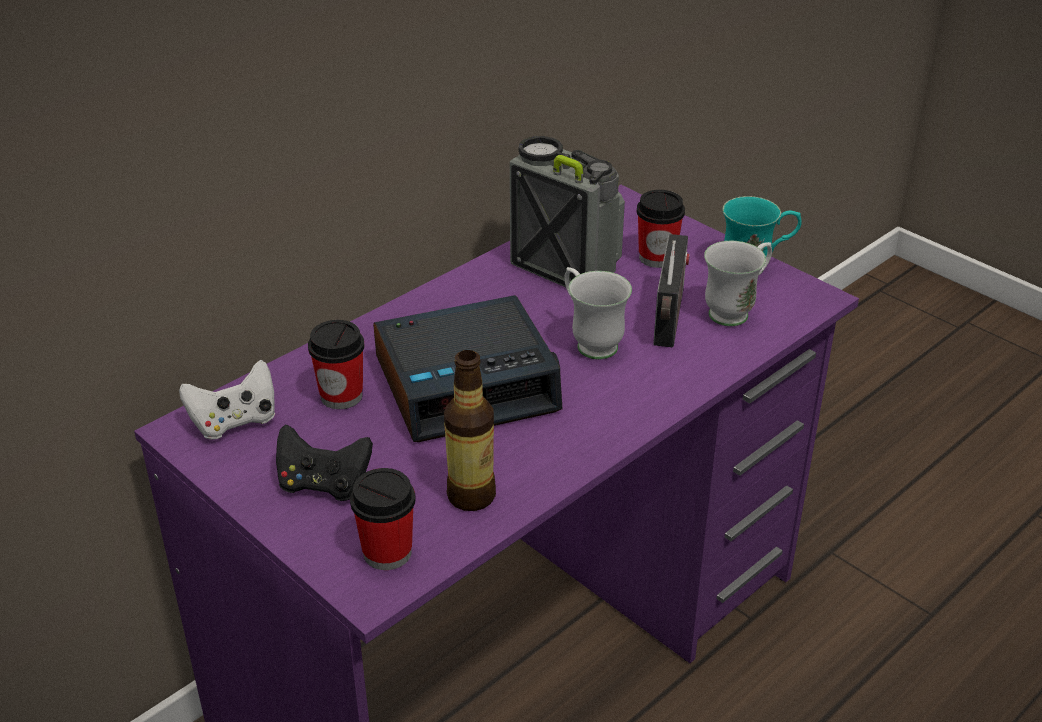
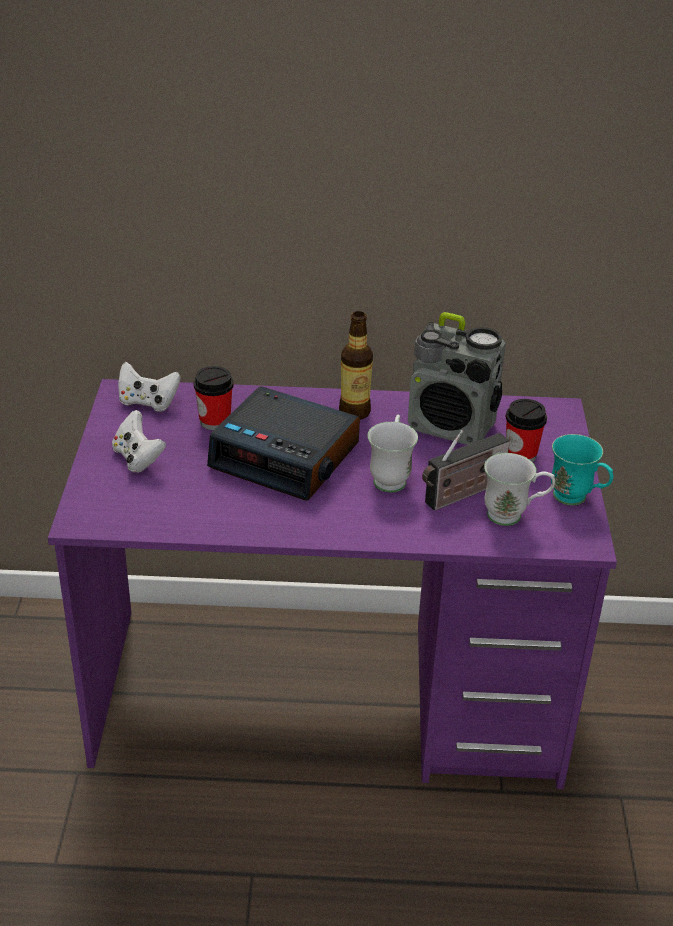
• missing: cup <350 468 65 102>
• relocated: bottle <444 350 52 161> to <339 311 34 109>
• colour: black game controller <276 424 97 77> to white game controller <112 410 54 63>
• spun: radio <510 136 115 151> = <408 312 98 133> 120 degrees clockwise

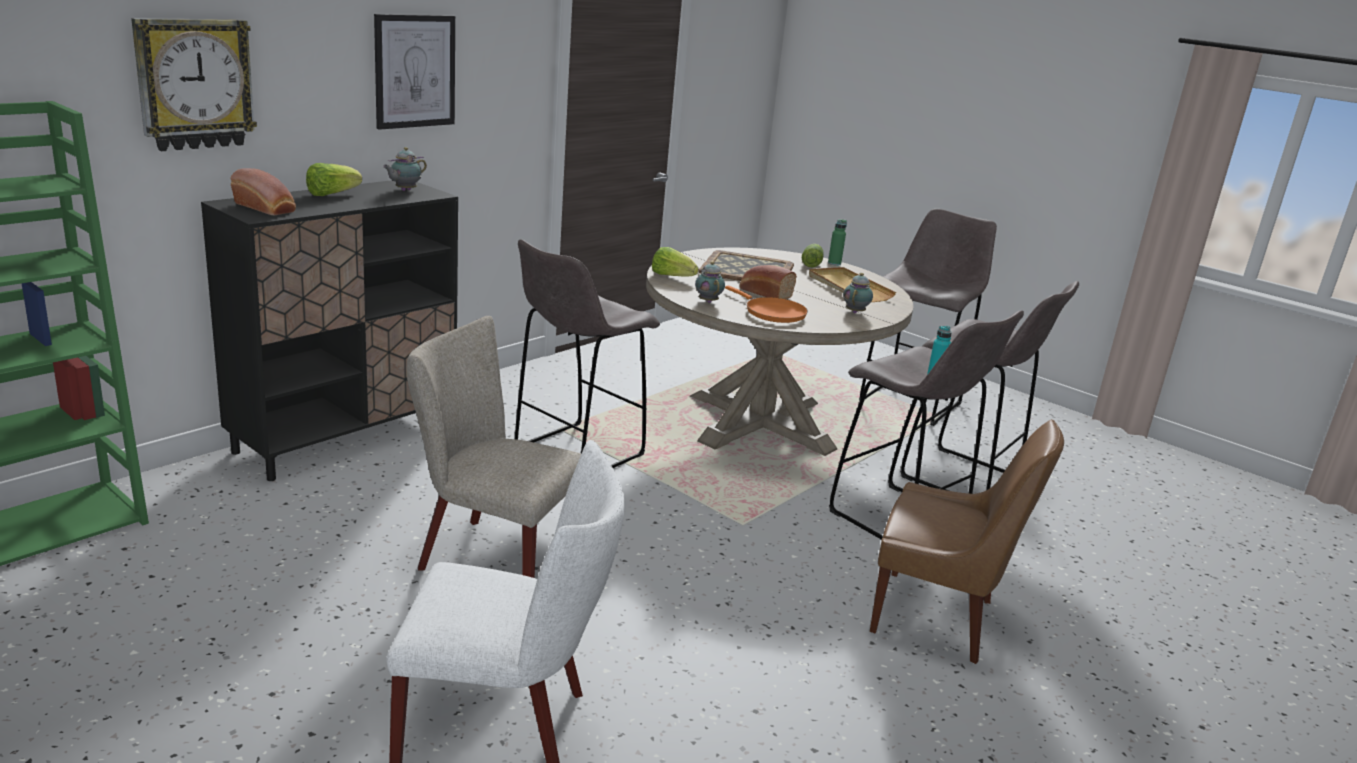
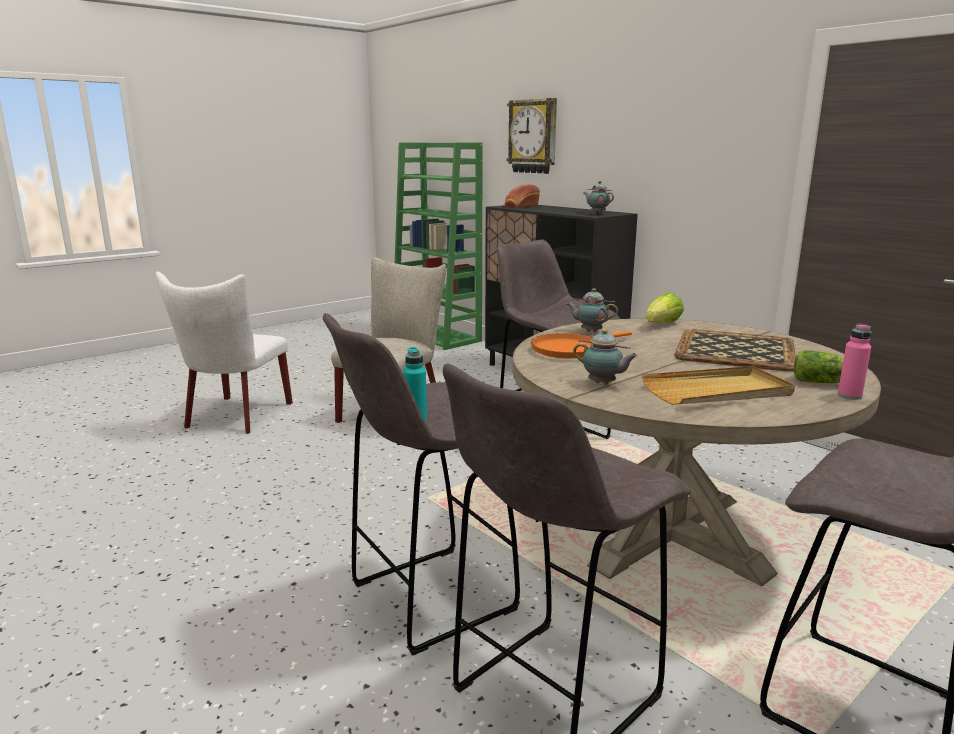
• missing: lettuce <306 163 56 33>
• missing: picture <374 14 81 116>
• missing: bread <739 265 58 34>
• missing: brown chair <870 419 194 245>
• colour: green bottle <828 220 19 46> to pink bottle <838 324 34 76>
• spun: teapot <695 261 30 42> = <566 288 52 44> 150 degrees counterclockwise

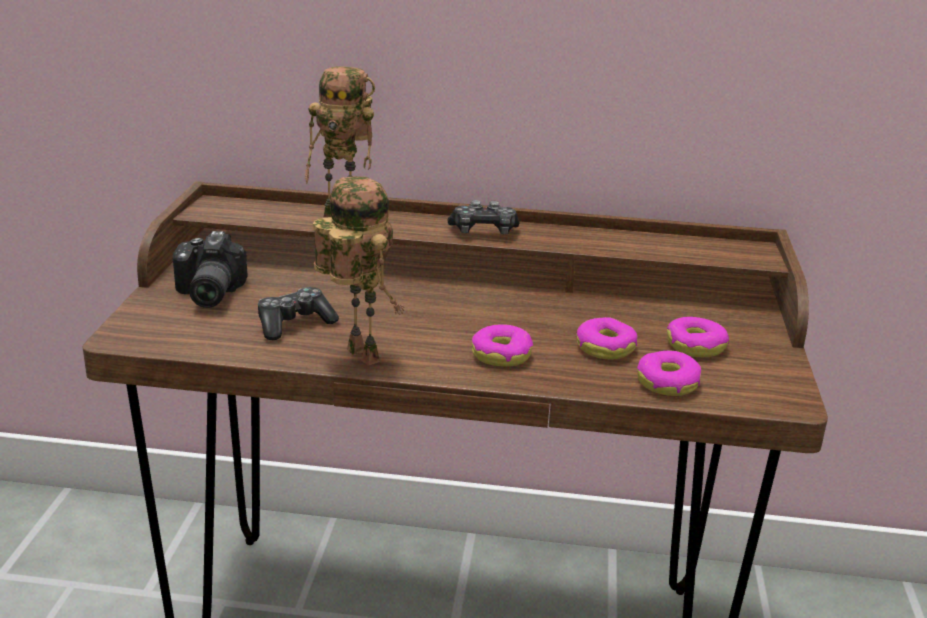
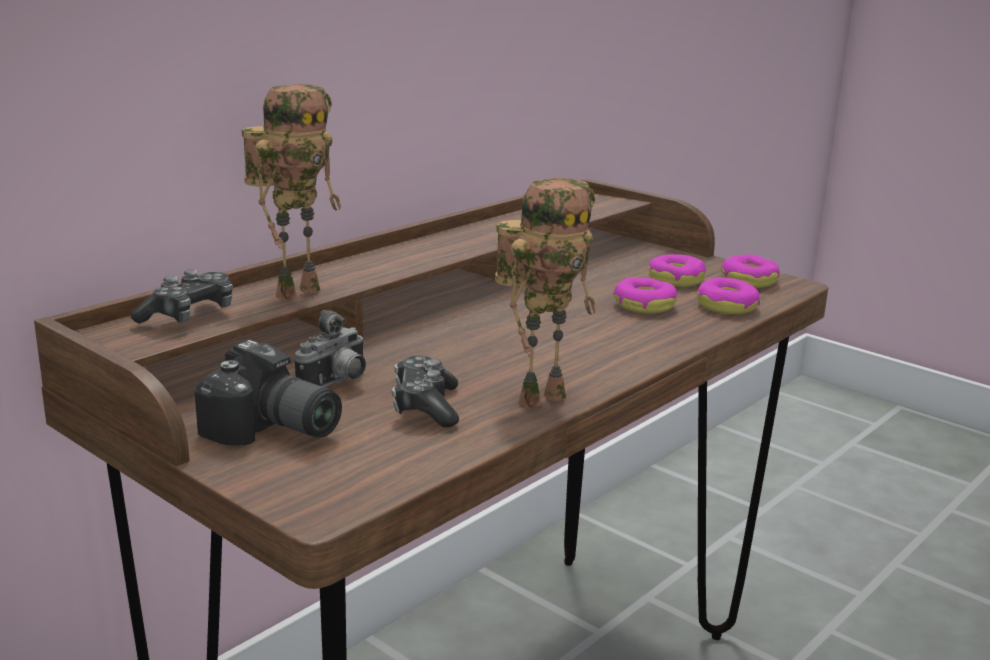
• appeared: photo camera <295 310 71 77>
• relocated: game controller <448 200 72 35> to <131 269 102 55>
• relocated: donut <472 324 61 43> to <721 254 59 34>
• spun: toy robot <313 176 92 190> = <495 178 101 231> 150 degrees clockwise

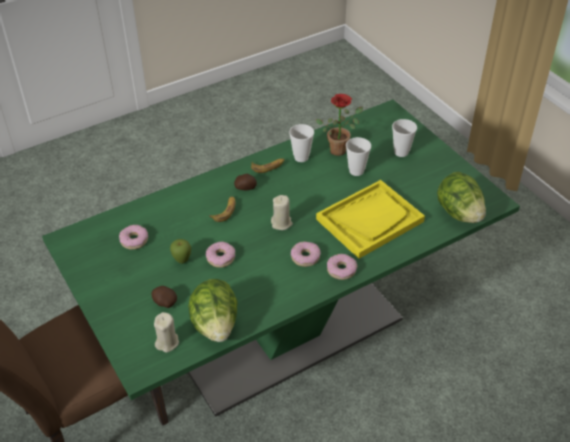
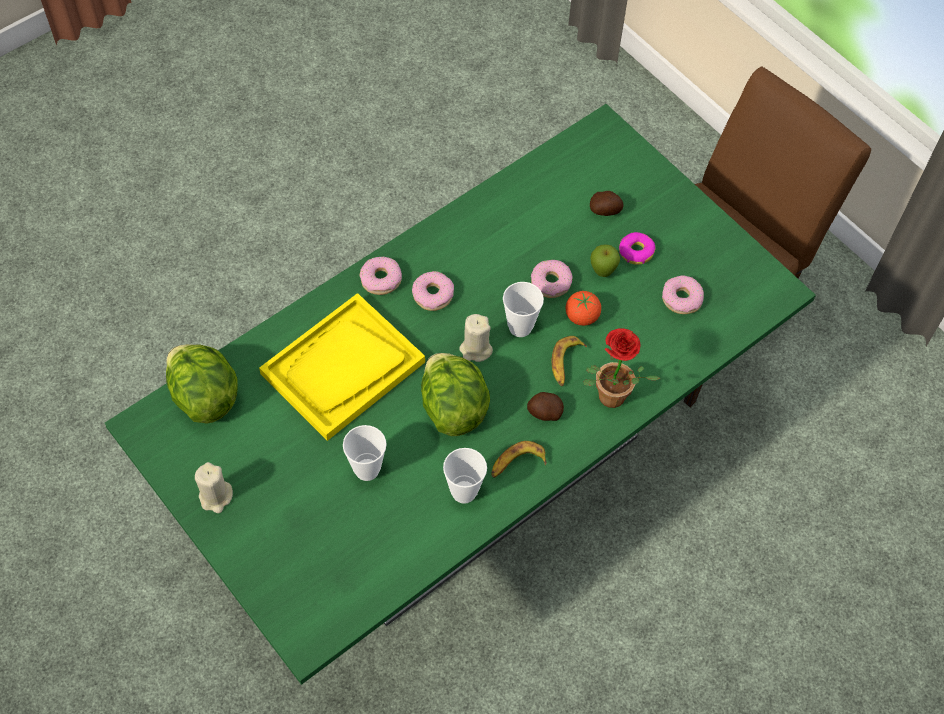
• appeared: tomato <566 291 35 35>
• appeared: donut <619 232 37 33>
• relocated: beige candle <154 312 25 41> to <195 462 38 51>
• relocated: lettuce <188 279 50 63> to <421 353 69 83>
• relocated: potted plant <316 94 47 62> to <584 329 76 79>
• relocated: cup <392 119 25 38> to <503 282 41 55>

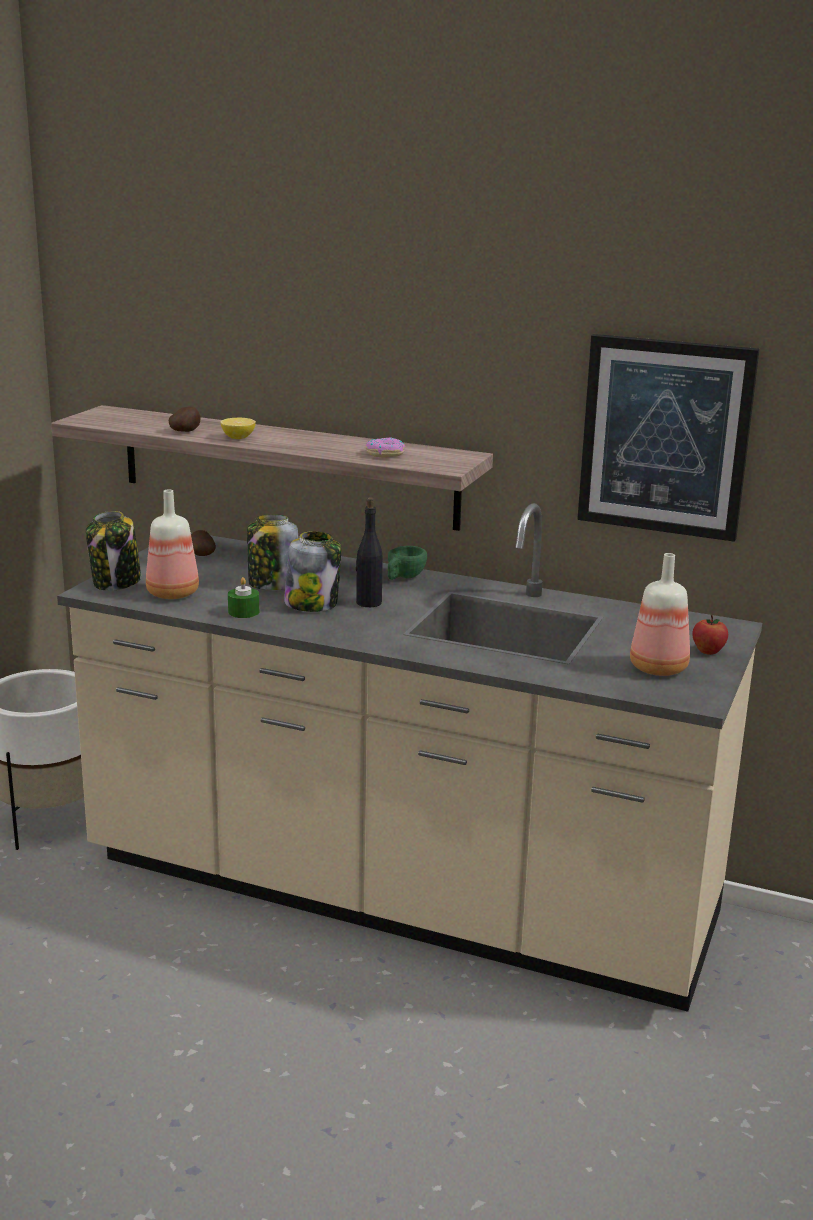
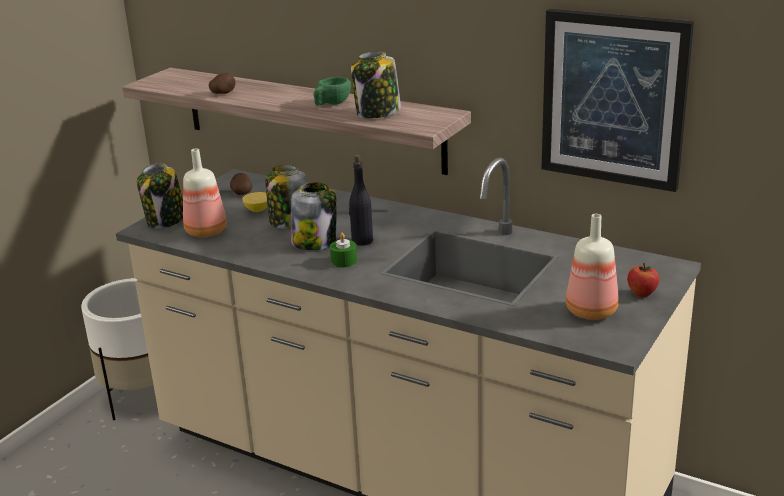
• relocated: lemon <221 418 35 21> to <242 192 26 20>
• relocated: green candle <228 577 31 41> to <330 233 27 34>
• relocated: green cup <388 546 39 34> to <314 77 37 29>
• exchanged: donut <365 438 40 20> to jar <351 51 50 68>

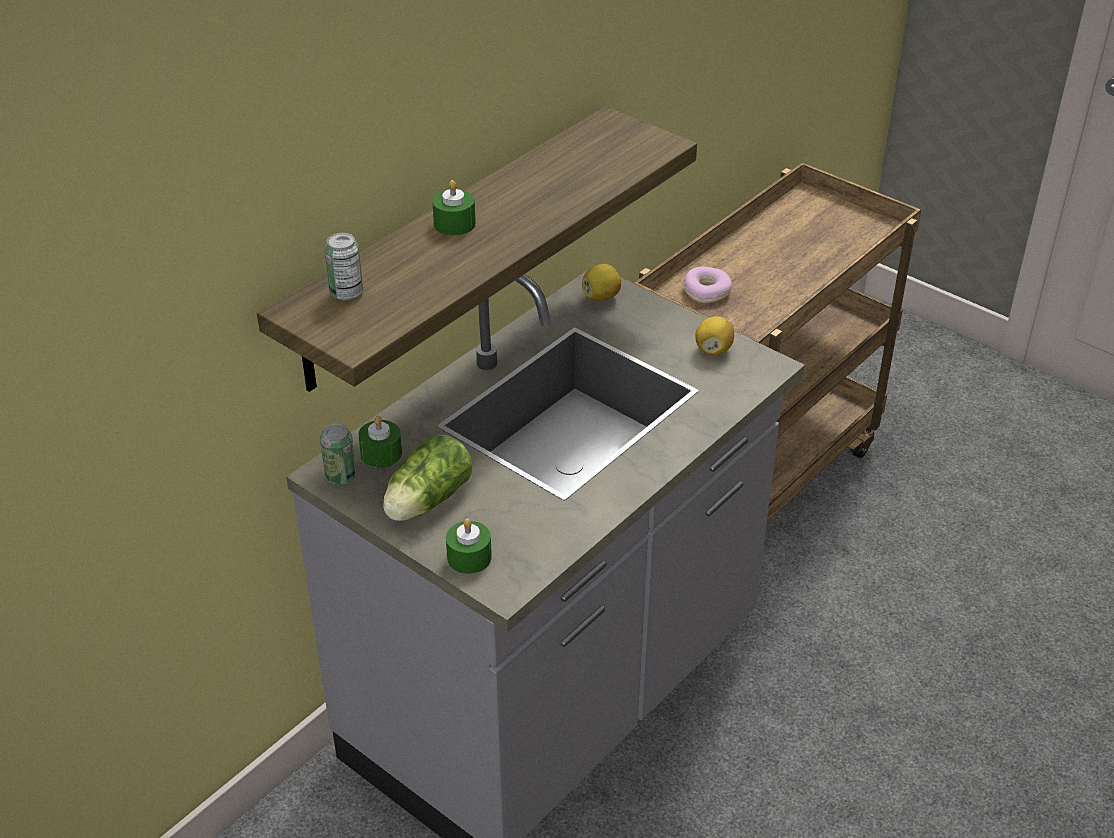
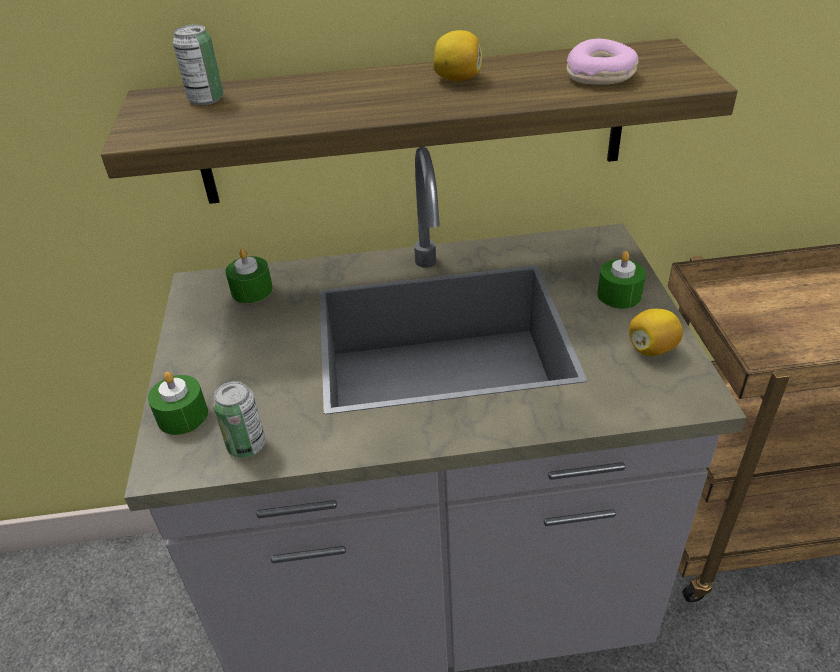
• missing: lettuce <383 435 89 86>
• relocated: can <320 423 36 62> to <213 381 53 77>
• relocated: green candle <432 180 44 56> to <597 251 49 57>
• relocated: lemon <582 264 39 37> to <433 30 49 51>
• relocated: donut <683 267 49 36> to <567 39 72 46>

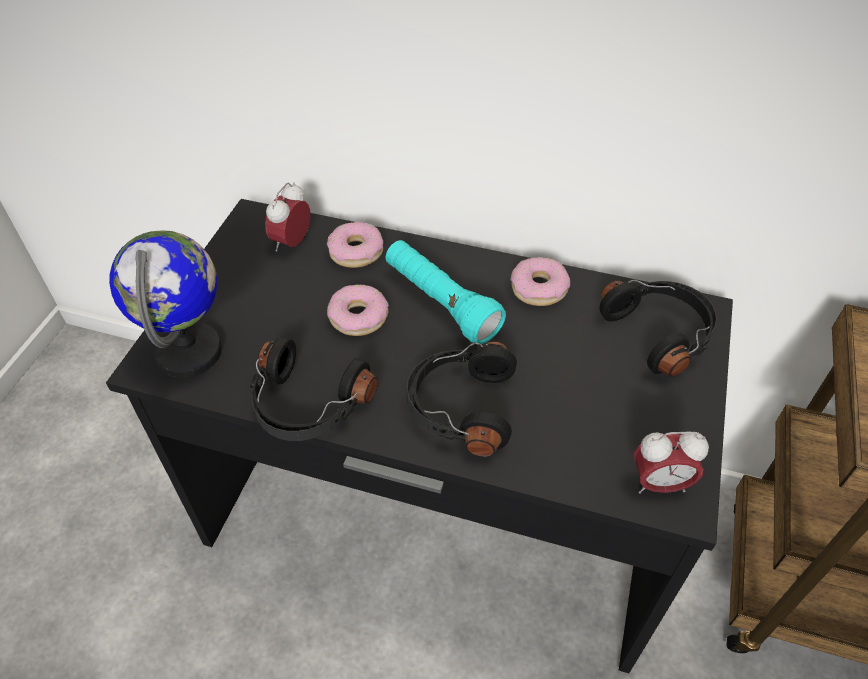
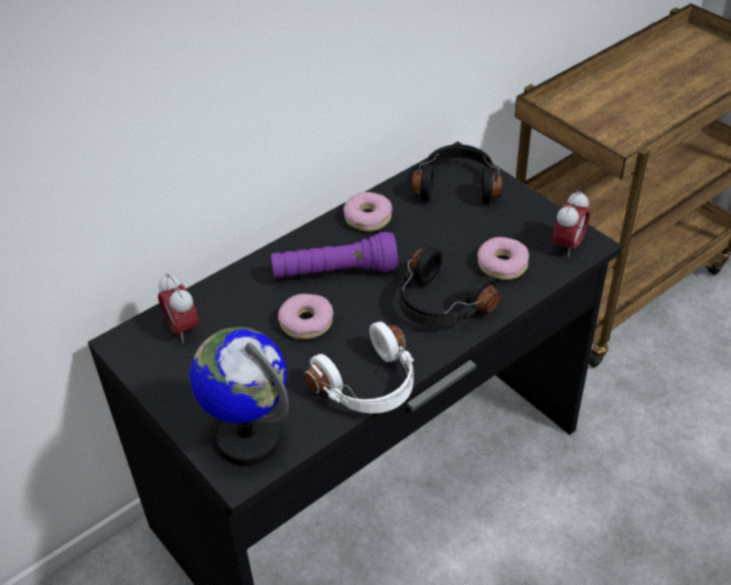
• relocated: donut <327 222 56 46> to <477 237 52 43>
• colour: black headphones <250 336 128 105> to white headphones <304 322 110 91>
• colour: turquoise flashlight <386 240 120 104> to purple flashlight <271 232 127 46>

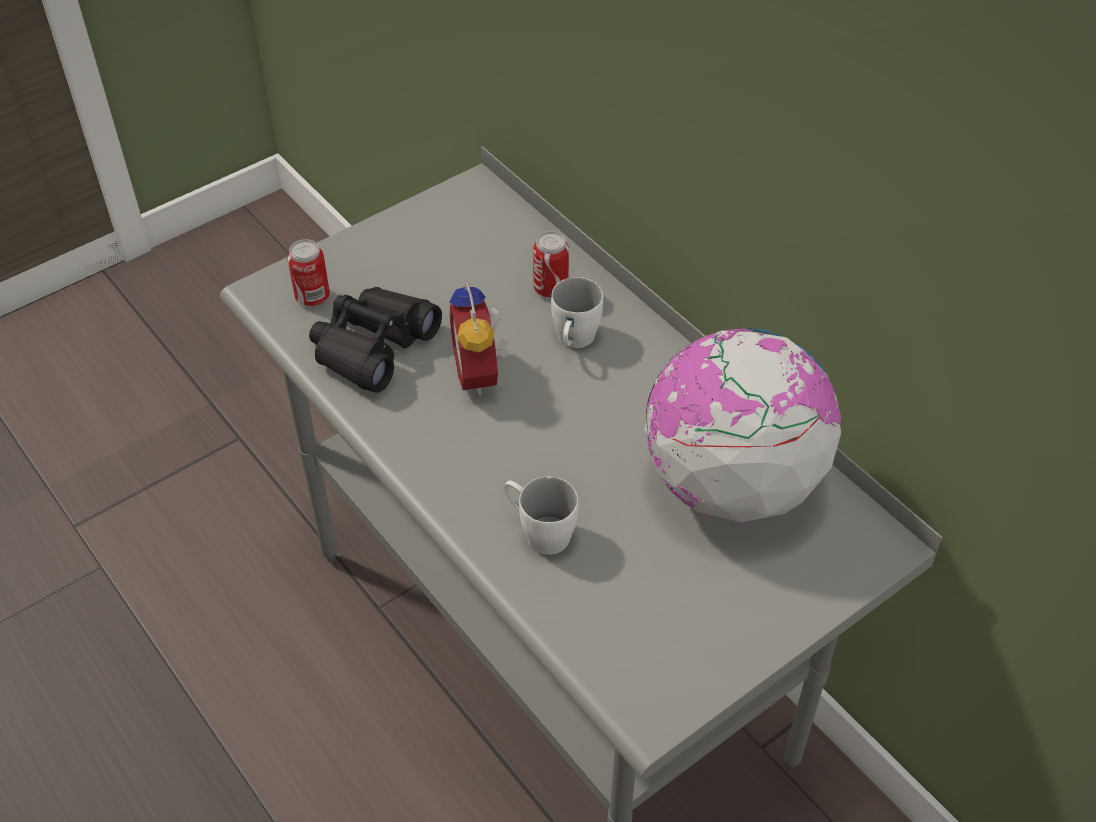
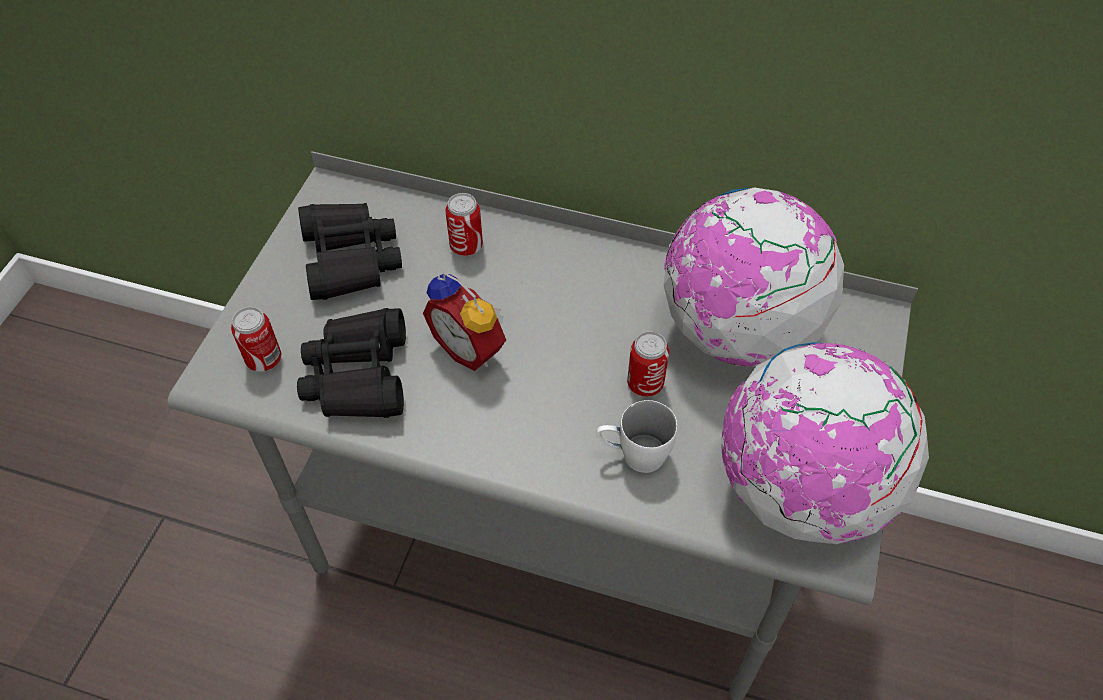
• missing: white mug <551 277 52 71>
• appeared: black binoculars <298 203 104 97>
• appeared: can <627 331 42 66>
• appeared: globe <721 342 208 202>

